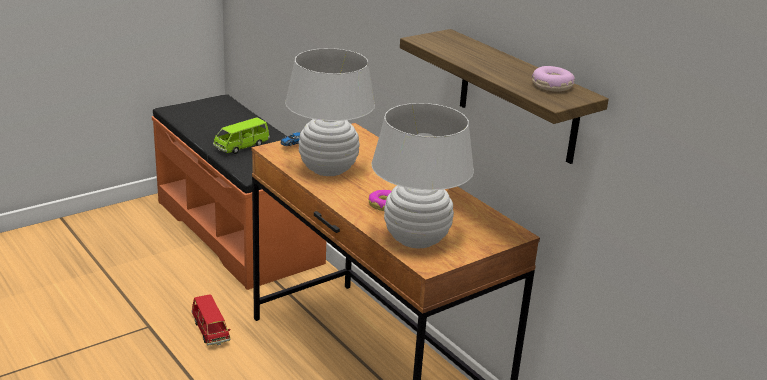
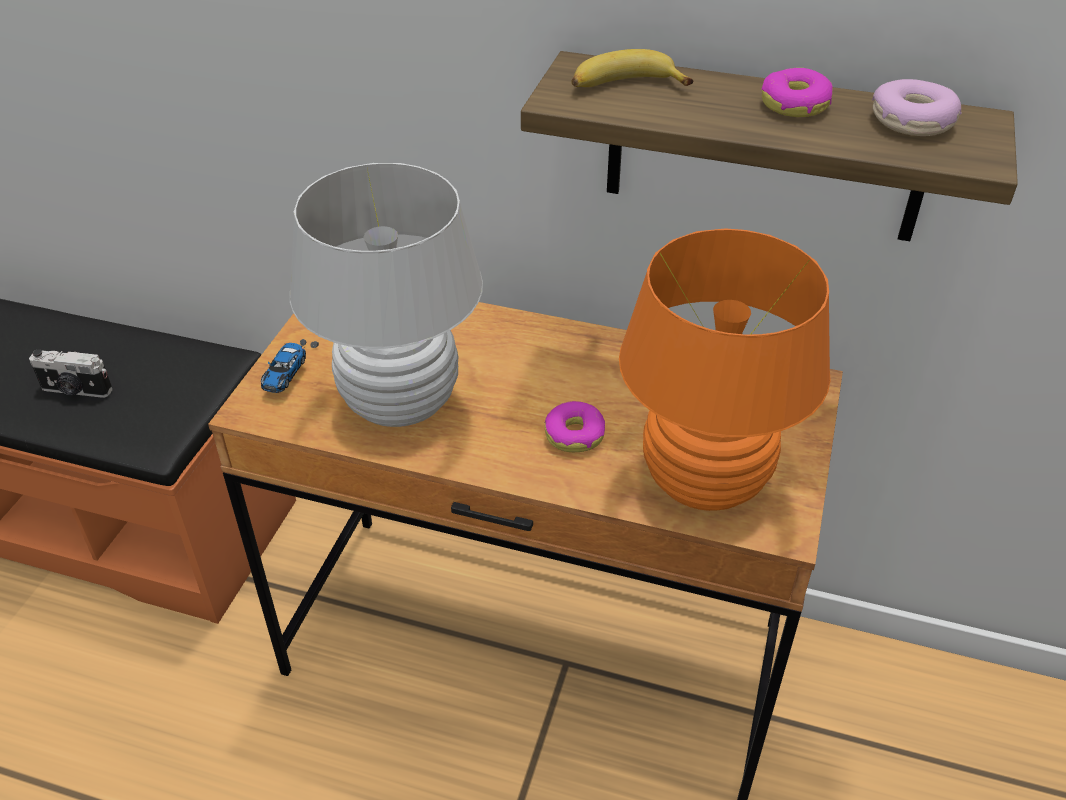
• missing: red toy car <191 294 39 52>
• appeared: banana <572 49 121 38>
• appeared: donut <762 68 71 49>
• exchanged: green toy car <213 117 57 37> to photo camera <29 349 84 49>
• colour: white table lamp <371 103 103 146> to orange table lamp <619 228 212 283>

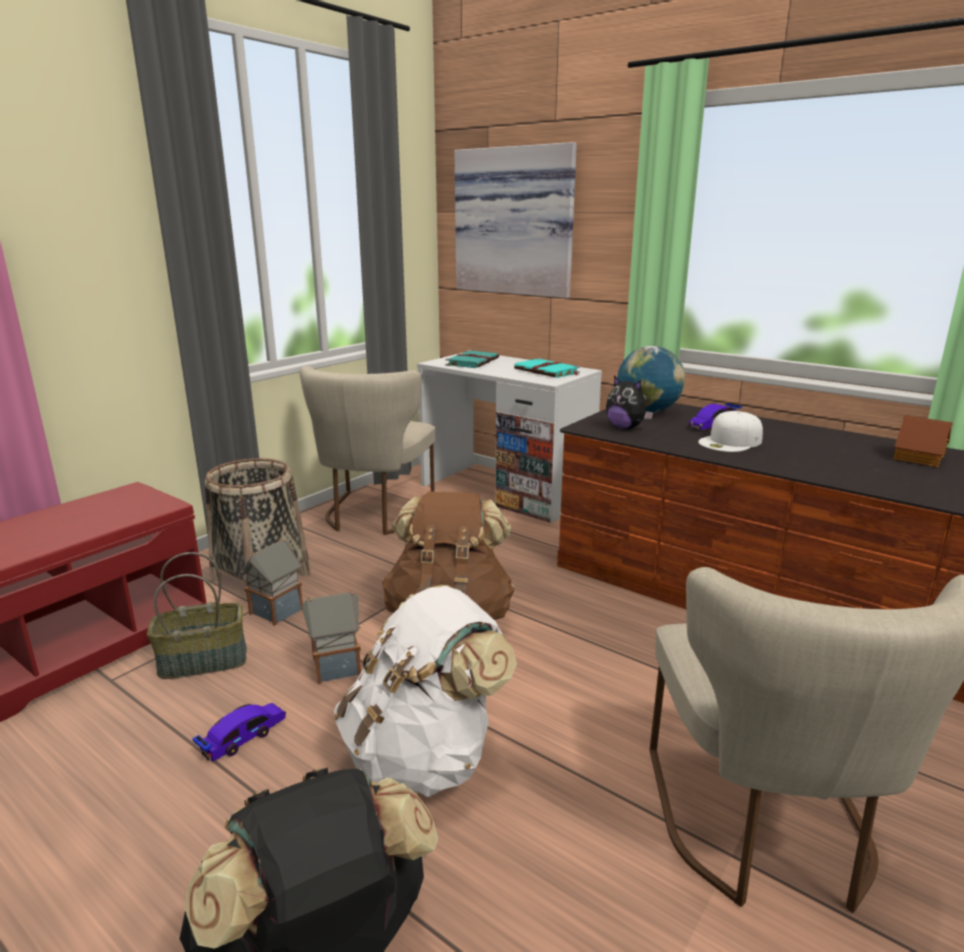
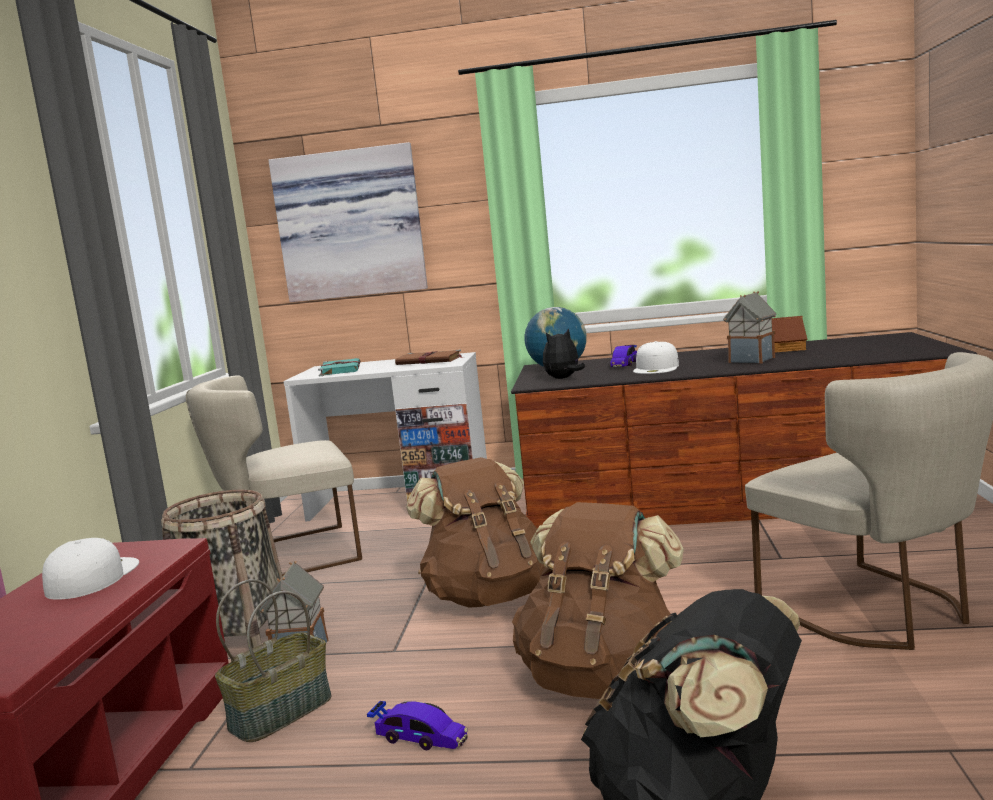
• appeared: white cap <42 538 97 62>
• relocated: toy house <302 590 59 94> to <723 291 53 73>
• colour: white backpack <334 585 183 211> to brown backpack <512 502 172 197>
• colour: turquoise book <514 358 66 20> to brown book <395 350 68 15>
• spun: toy car <193 703 93 59> = <367 701 101 49> 105 degrees clockwise
• spun: beige chair <300 366 135 169> = <186 375 176 201> 90 degrees clockwise
• spun: plush toy <606 376 47 53> = <543 328 42 51> 135 degrees clockwise

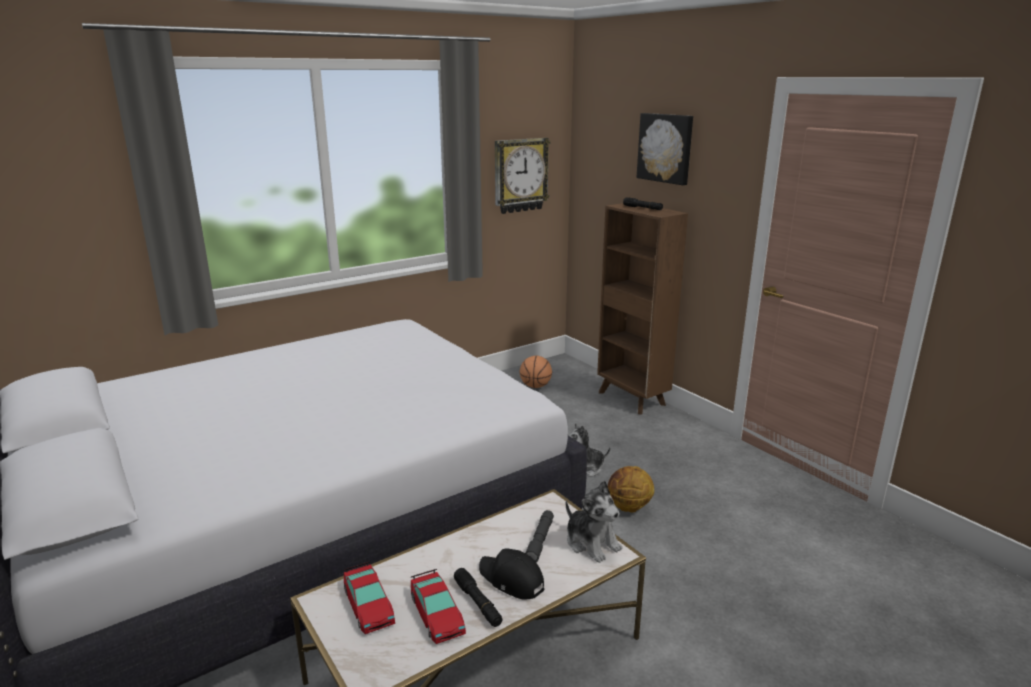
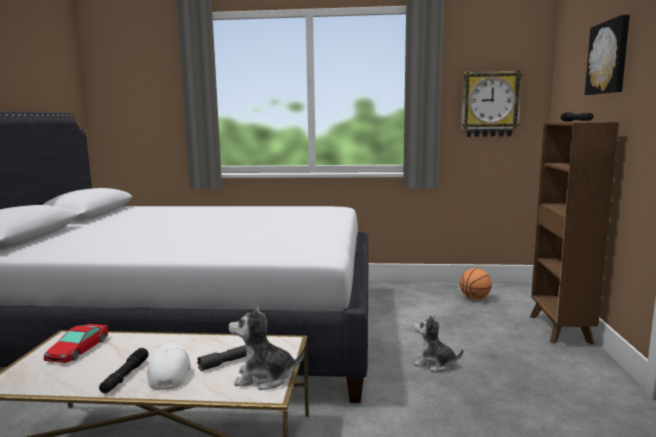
• missing: toy car <411 569 55 75>
• missing: basketball <608 466 46 47>
• colour: black cap <479 549 65 51> to white cap <147 342 44 48>
• spun: plush toy <566 481 56 82> = <229 306 75 84> 90 degrees clockwise

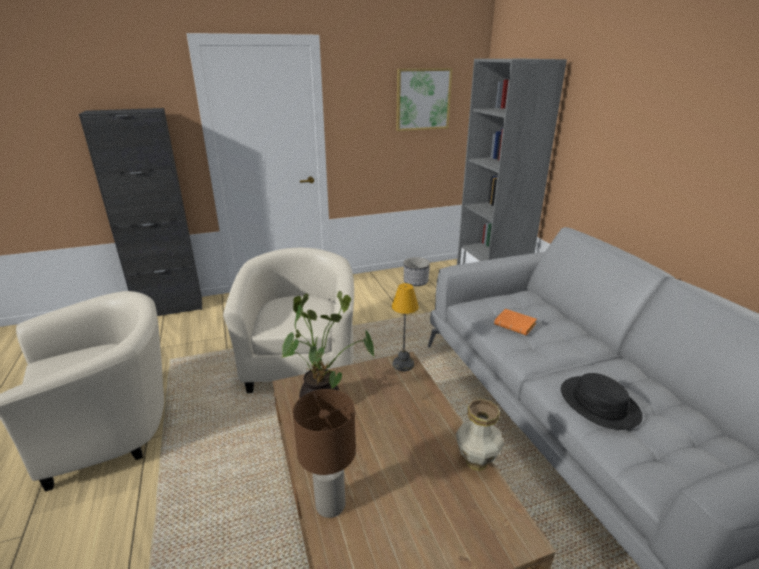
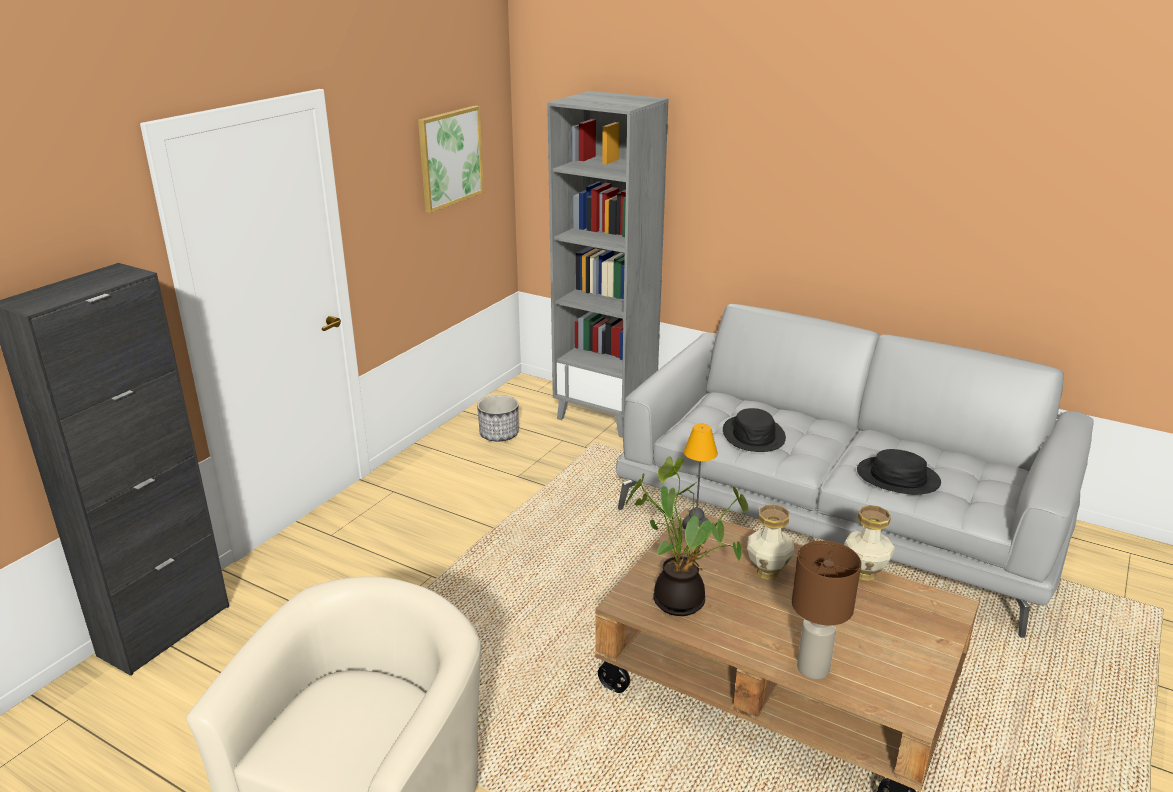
• missing: beige armchair <223 248 131 145>
• appeared: vase <747 504 47 76>
• exchanged: orange book <494 309 43 26> to black hat <723 408 63 44>

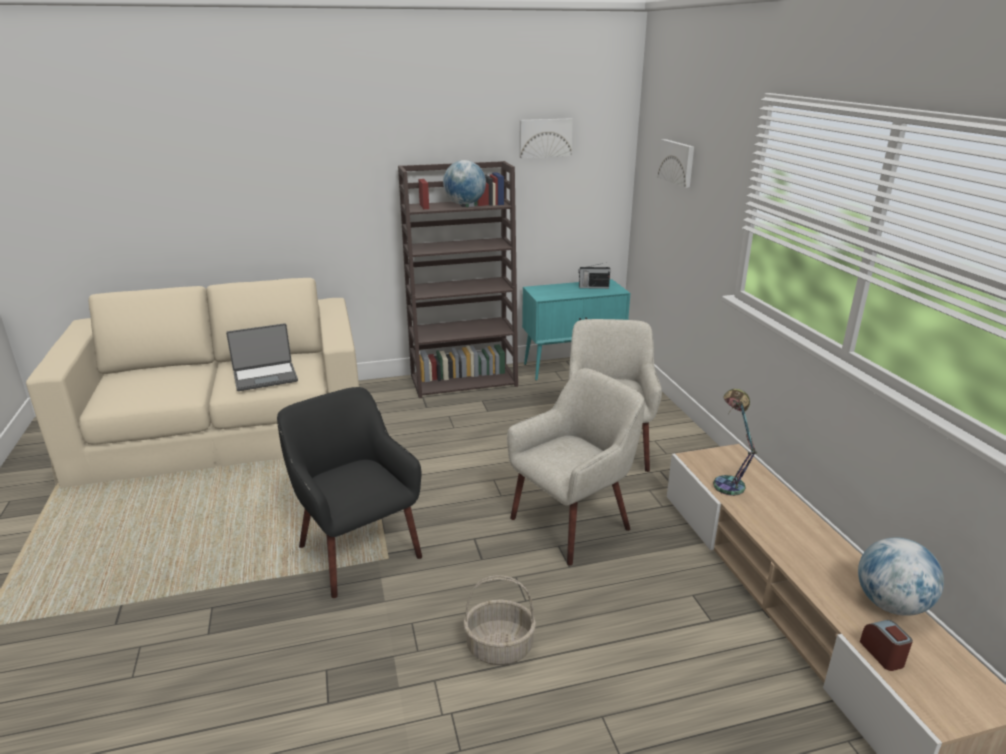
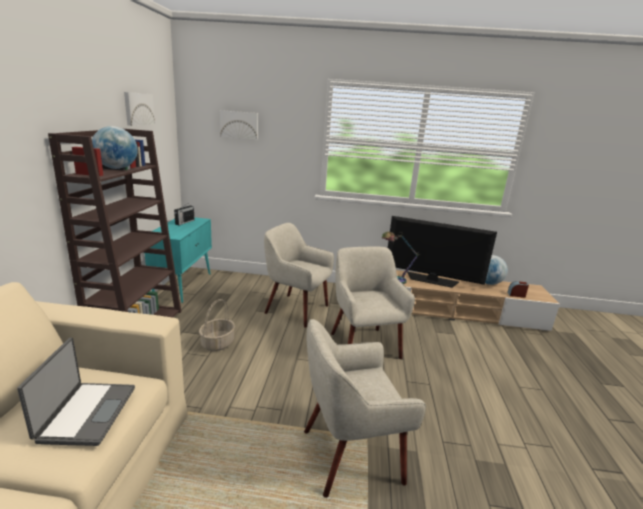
• appeared: television <388 216 109 72>
• relocated: basket <463 575 73 90> to <199 299 36 52>
• colour: black armchair <277 387 145 211> to beige armchair <304 319 122 179>

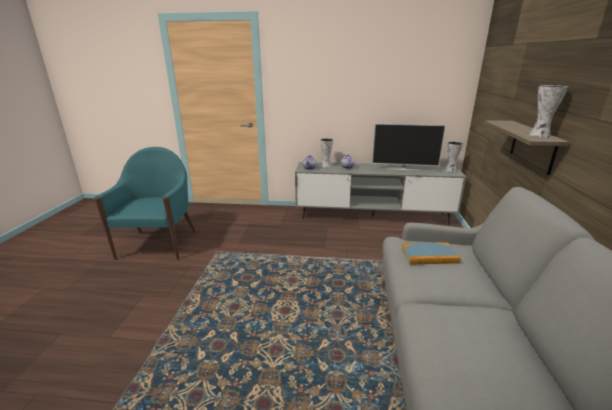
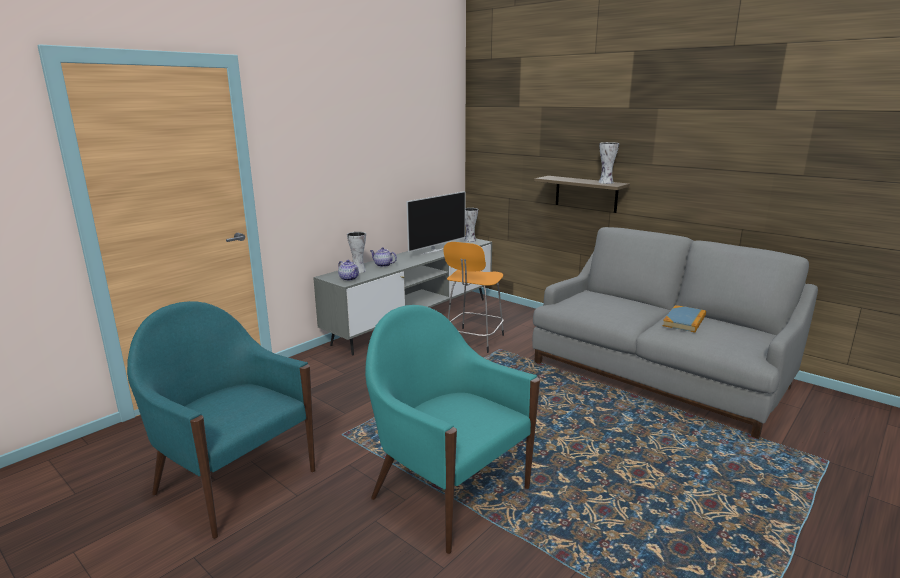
• appeared: turquoise armchair <365 305 175 249>
• appeared: orange stool <443 242 61 111>
• relocated: book <401 242 60 23> to <663 305 43 28>

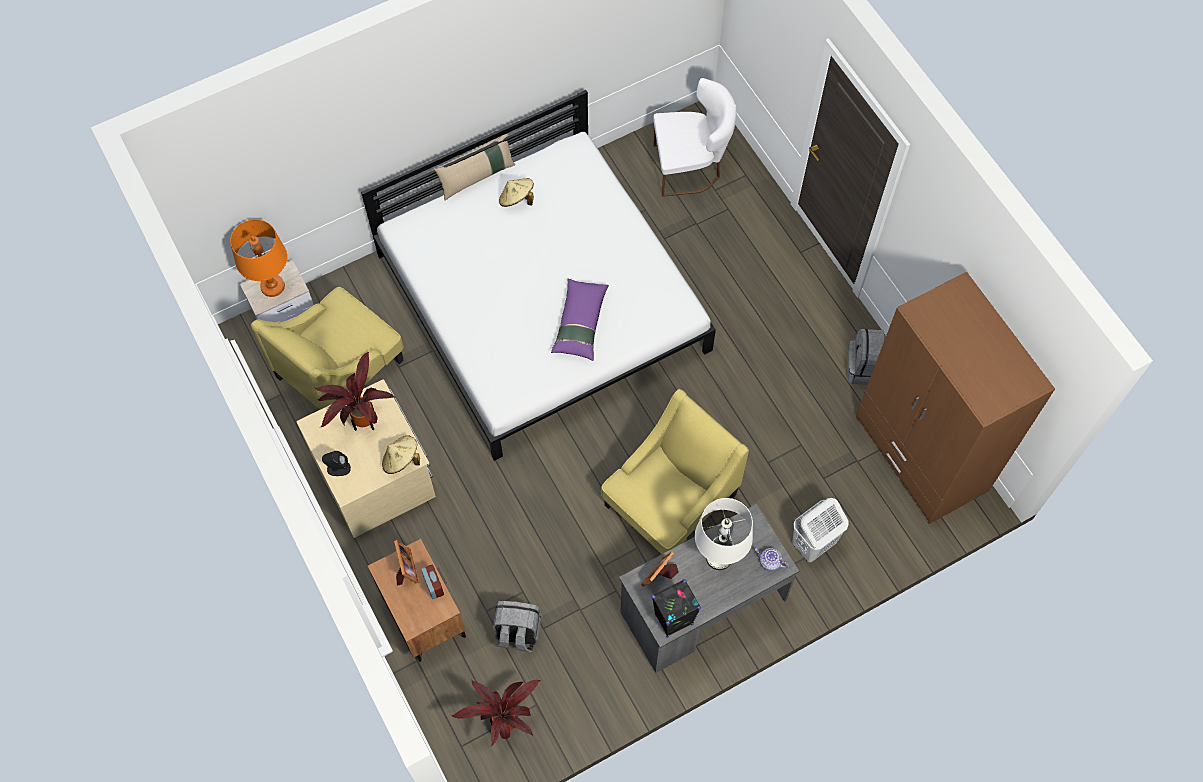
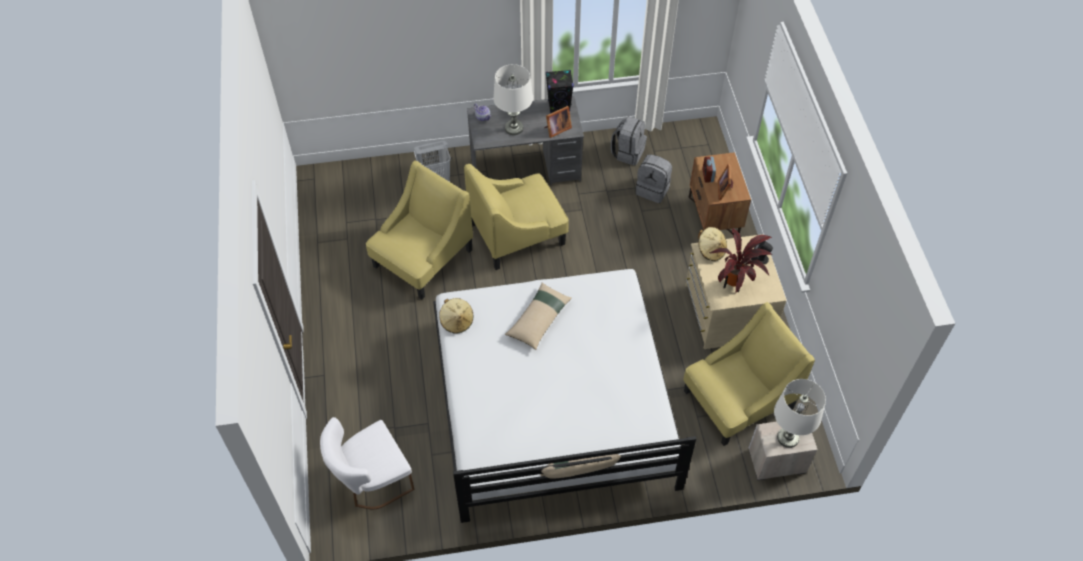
• missing: potted plant <451 680 90 65>
• missing: brown wardrobe <856 272 199 252>
• appeared: yellow armchair <366 161 107 138>
• relocated: beige hat <499 178 35 29> to <439 298 34 36>
• relocated: grey backpack <847 329 39 56> to <611 116 36 49>
• colour: orange table lamp <230 219 57 78> to white table lamp <774 379 52 69>
• colour: purple pillow <551 279 58 82> to beige pillow <505 283 67 67>
• spun: white chair <653 78 84 119> = <320 417 94 92> 45 degrees counterclockwise

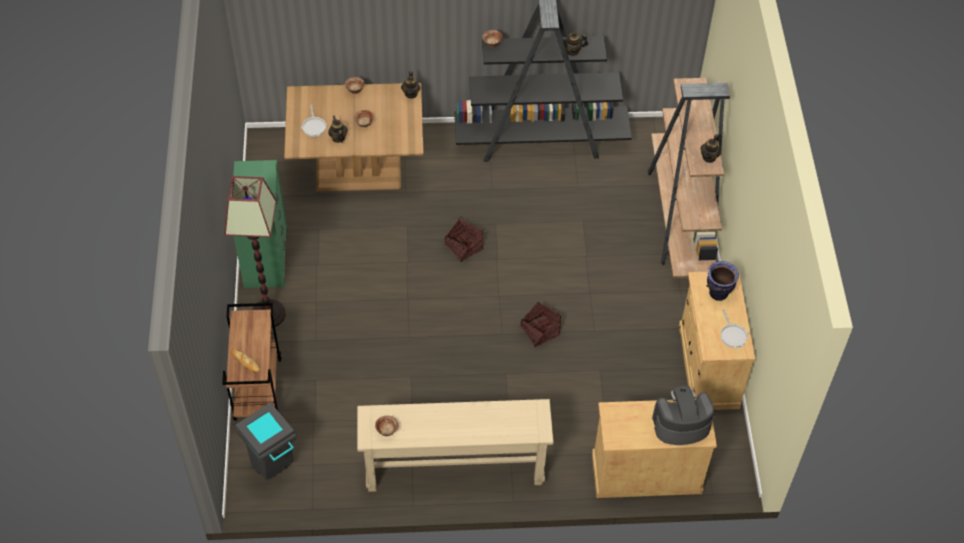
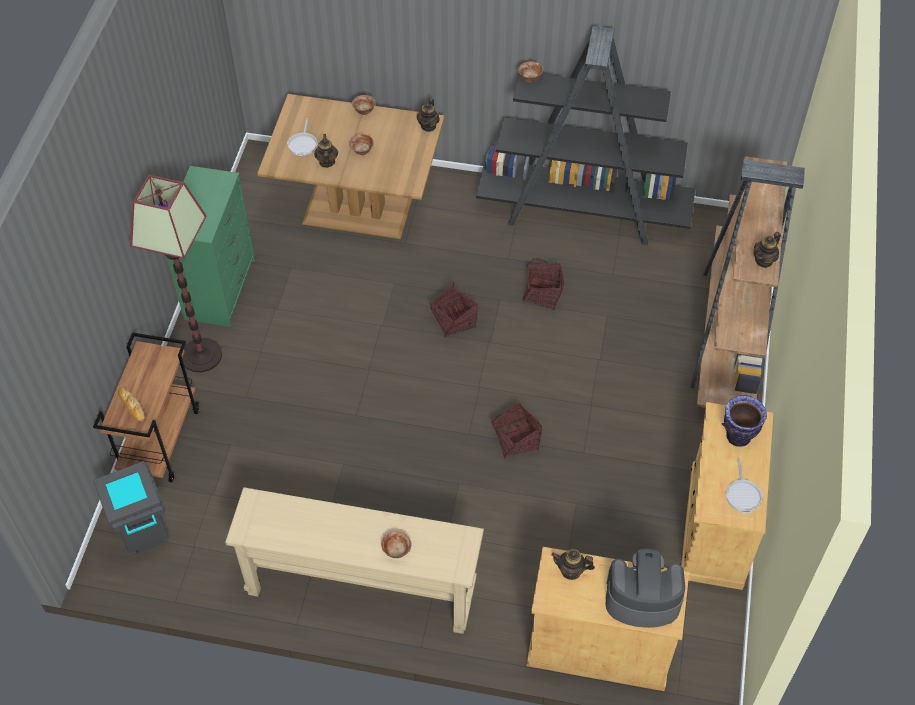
• appeared: basket <523 258 41 52>
• relocated: bowl <375 416 23 20> to <381 531 31 27>
• relocated: teapot <563 32 25 24> to <551 549 44 31>

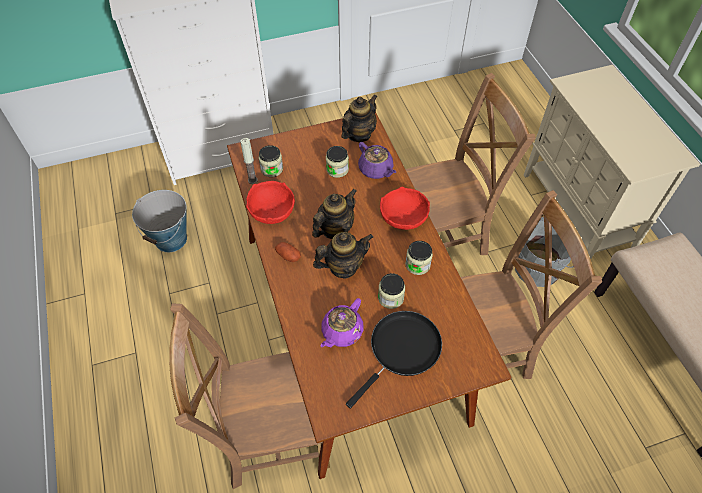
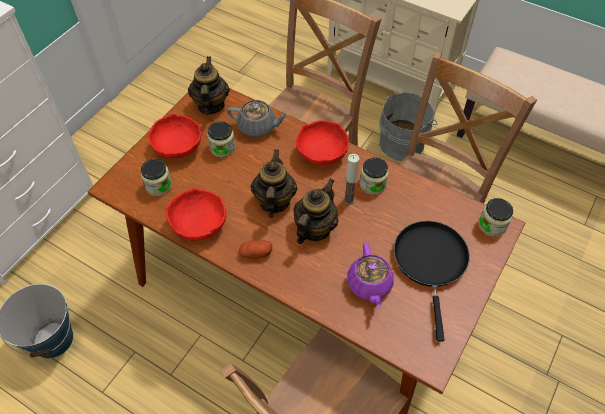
• appeared: red bowl <148 113 53 45>
• relocated: candle <240 138 18 46> to <343 154 16 51>
• relocated: jar <378 273 27 36> to <478 198 35 39>
• colour: purple teapot <358 142 38 37> to grey teapot <227 100 62 37>

